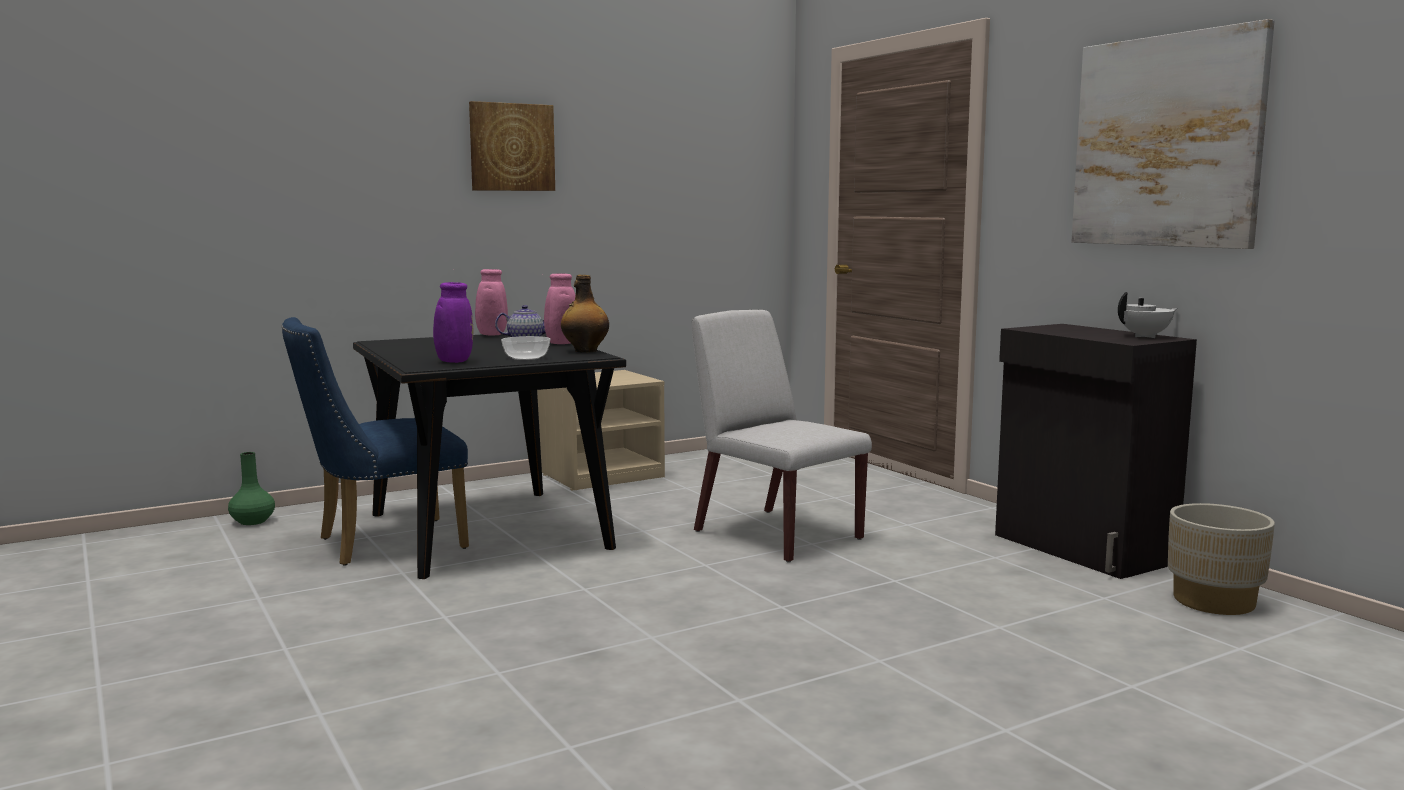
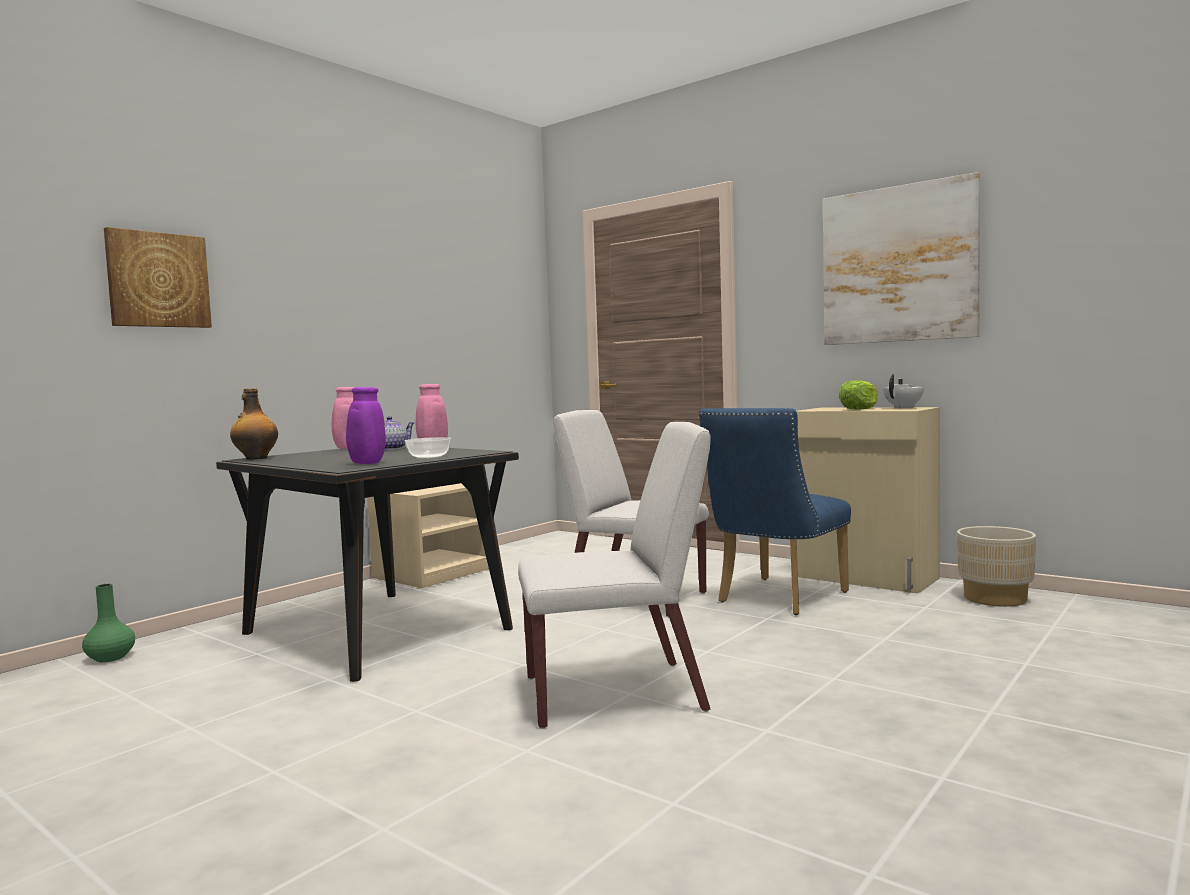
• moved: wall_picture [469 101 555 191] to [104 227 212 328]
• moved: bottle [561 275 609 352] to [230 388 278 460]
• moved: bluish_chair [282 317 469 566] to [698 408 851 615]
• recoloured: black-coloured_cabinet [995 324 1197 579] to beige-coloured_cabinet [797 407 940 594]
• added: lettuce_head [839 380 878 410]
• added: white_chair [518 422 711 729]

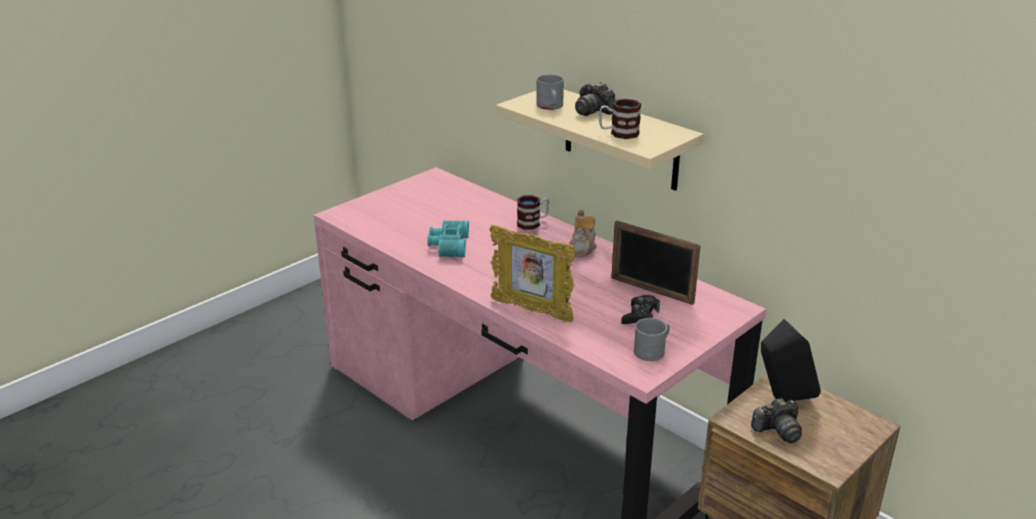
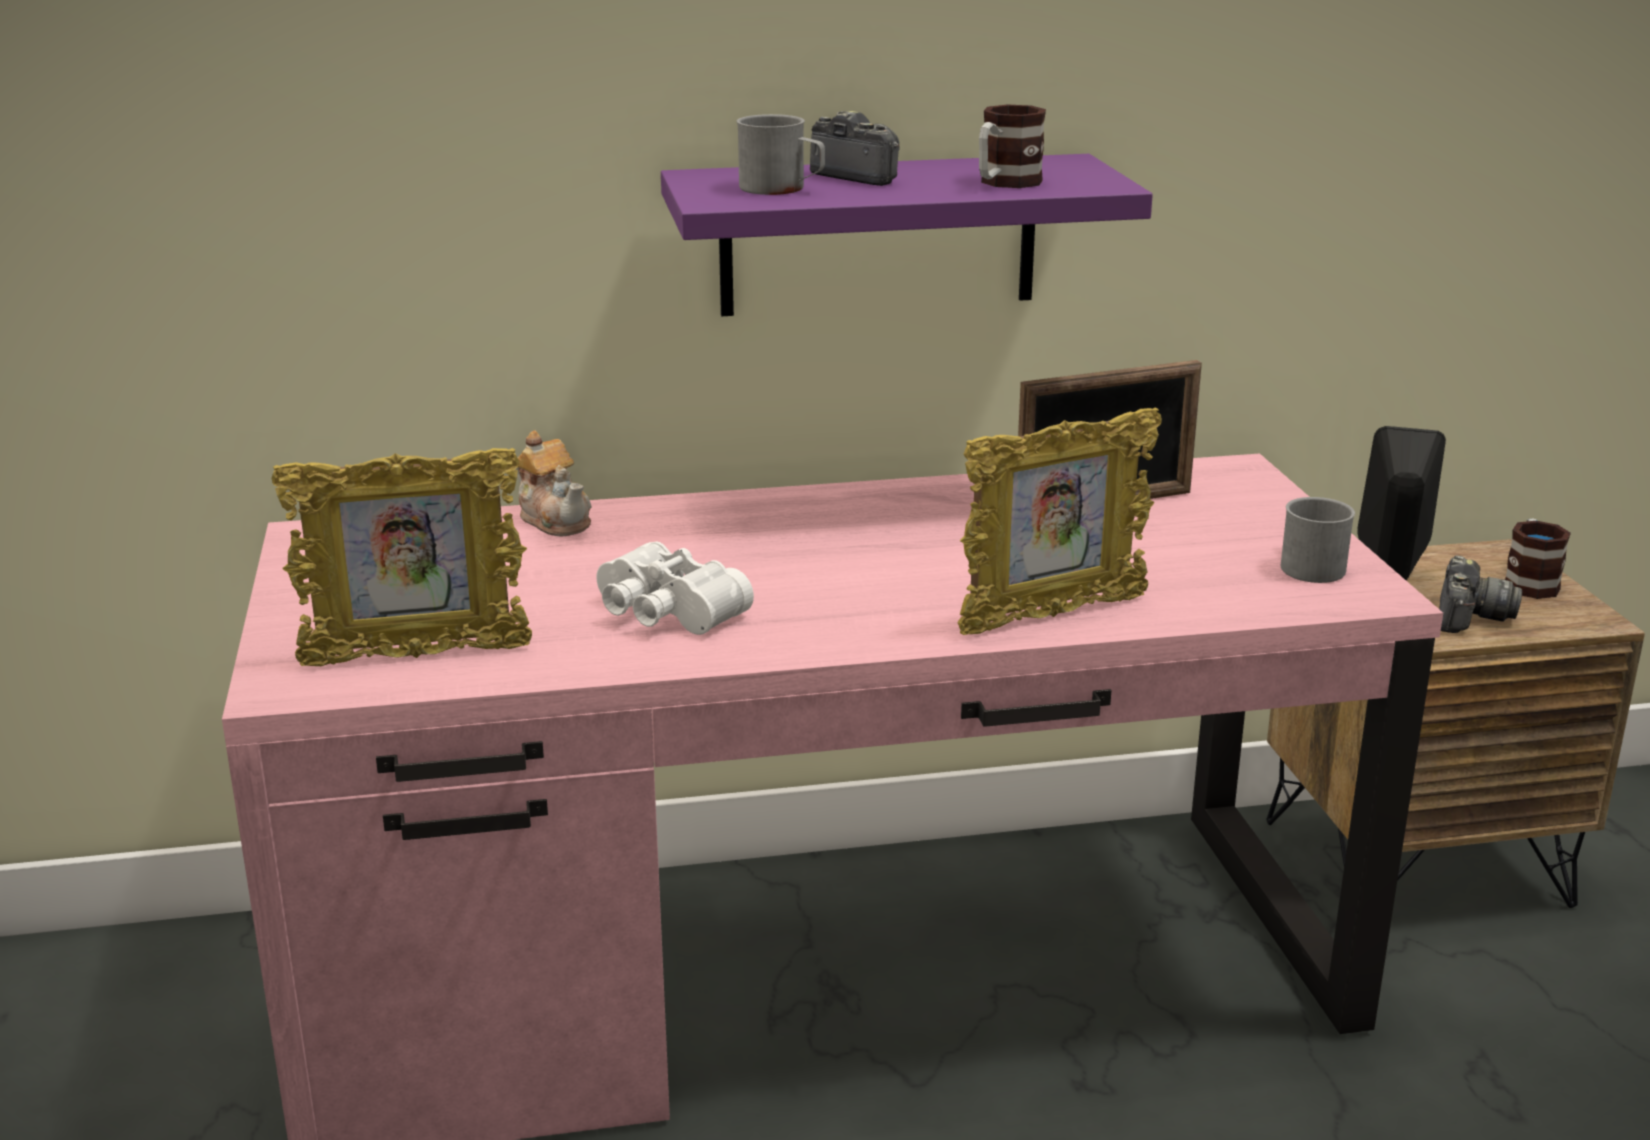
• turned: still_camera [575 82 615 116] = [810 111 900 186] 135 degrees counterclockwise
• recoloured: beige-coloured_bracket_shelf [496 90 704 191] to purple-coloured_bracket_shelf [661 154 1153 316]
• moved: tea_mug [517 195 550 230] to [1505 519 1571 599]
• moved: teapot [569 210 597 257] to [516 431 591 537]
• recoloured: turquoise_field_glasses [427 220 469 257] to white_field_glasses [597 541 754 635]
• removed: black-coloured_game_controller [621 295 660 324]
• added: picture_frame [272 448 532 666]

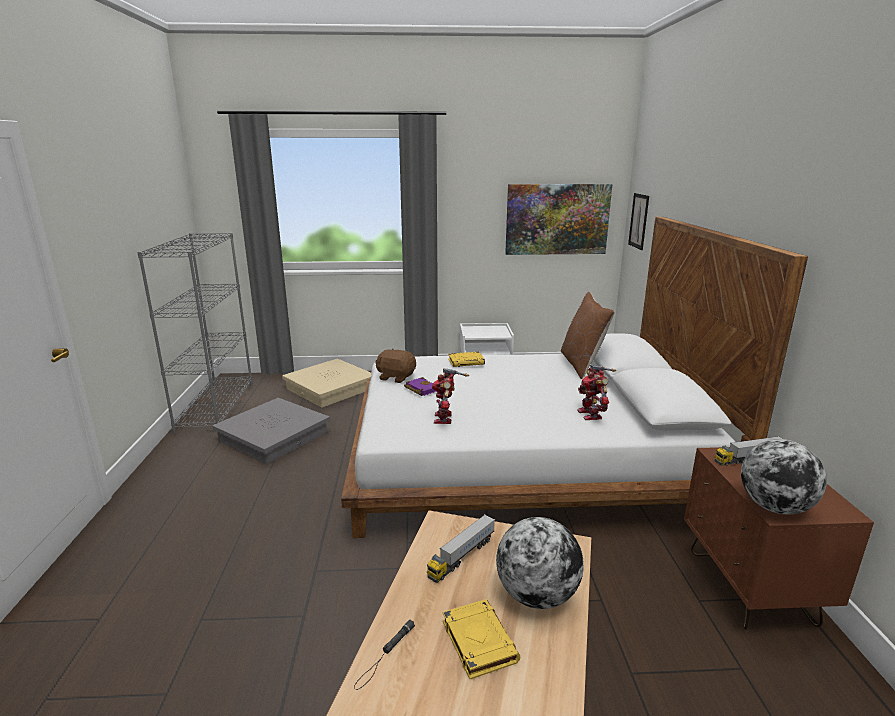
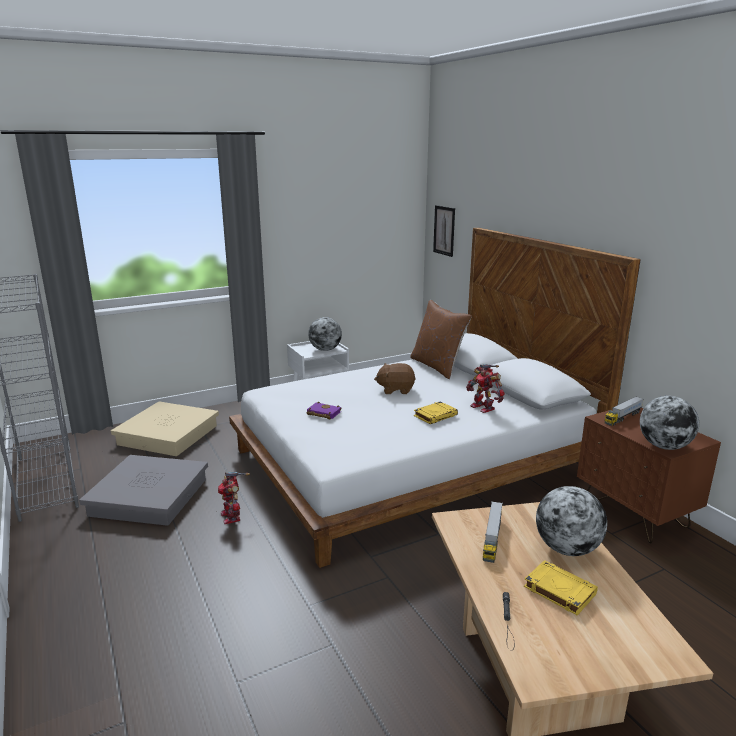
• removed: wall_picture [505 184 612 255]
• moved: brown-coloured_plush_toy [375 349 416 383] to [374 363 416 394]
• moved: yellow_book [448 352 485 367] to [414 401 458 424]
• moved: model_robot [432 368 469 424] to [218 472 250 524]
• added: desk_globe [308 317 342 351]

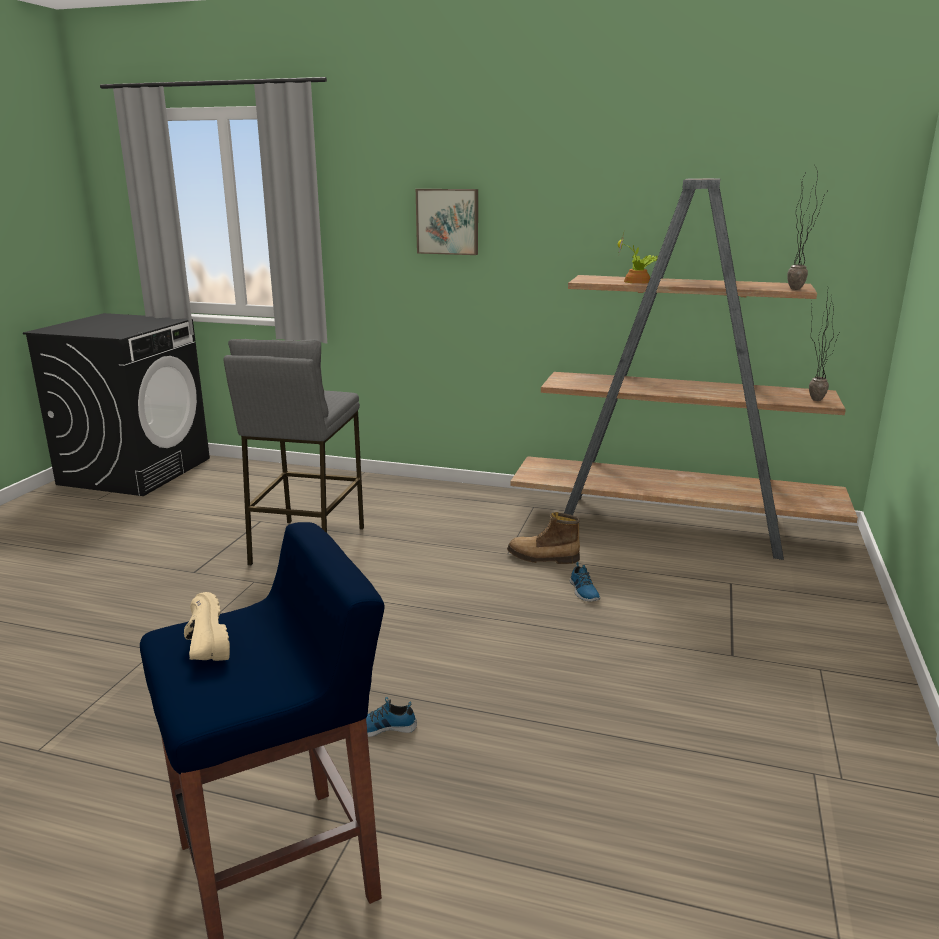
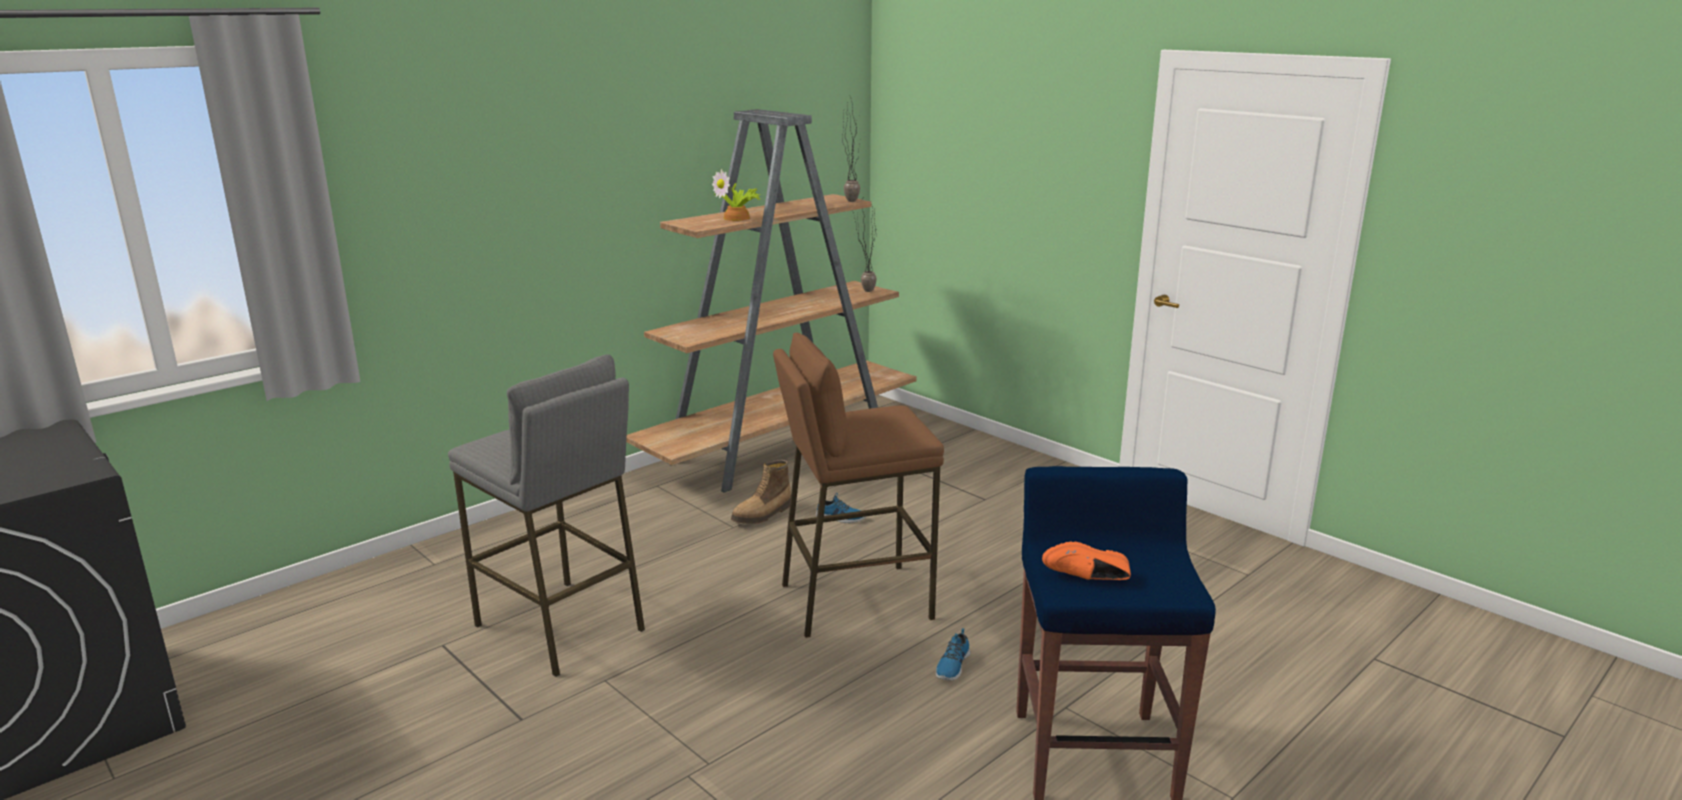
• removed: wall_picture [416 189 478 255]
• recoloured: beige-coloured_item_of_footwear [184 592 230 661] to orange-coloured_item_of_footwear [1042 542 1131 580]
• added: brown-coloured_stool [773 333 944 638]

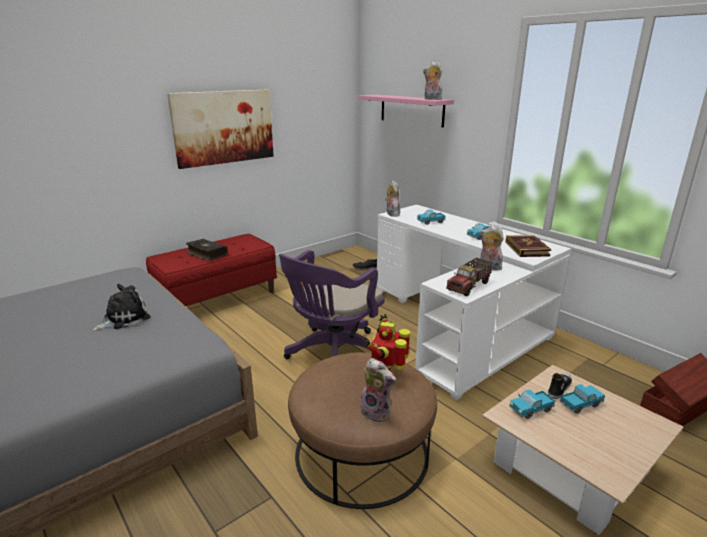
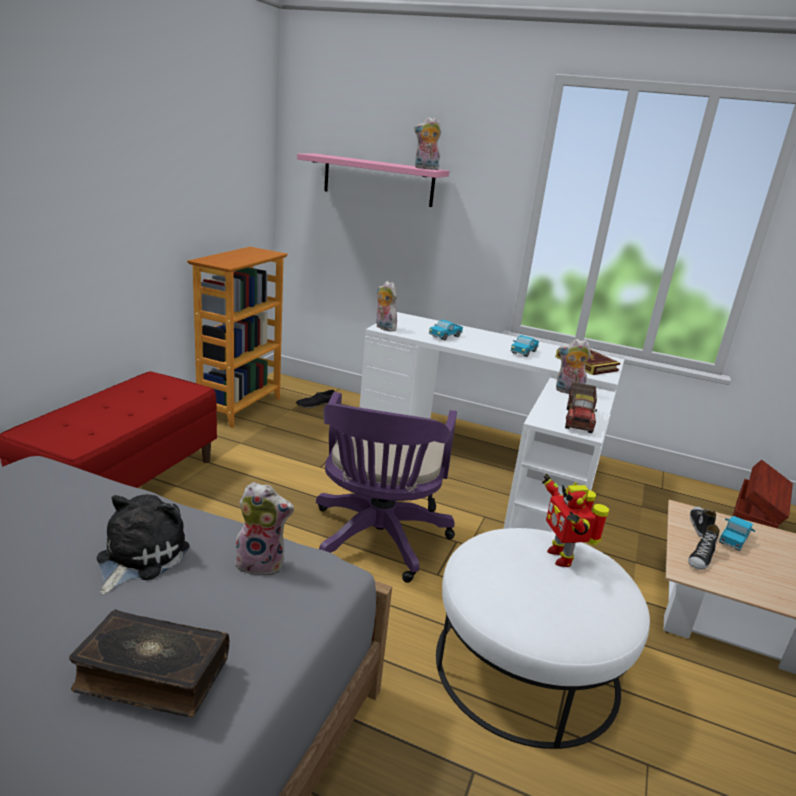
• removed: wall_picture [167 90 274 169]
• moved: book [186 239 228 261] to [69 609 229 717]
• recoloured: brown-coloured_pouffe [288 352 437 509] to white_pouffe [436 528 650 749]
• moved: plush_toy [360 358 396 423] to [235 482 294 575]
• replaced: model_truck [509 390 555 419] to item_of_footwear [688 524 720 570]
• added: bookshelf [187 247 288 428]

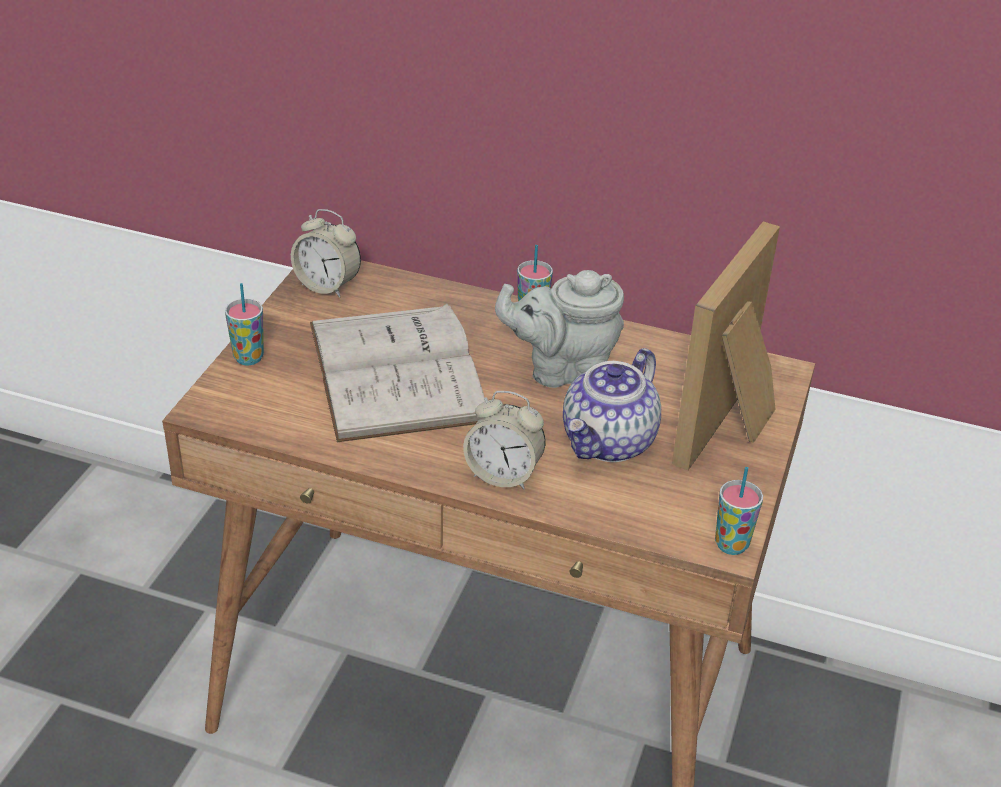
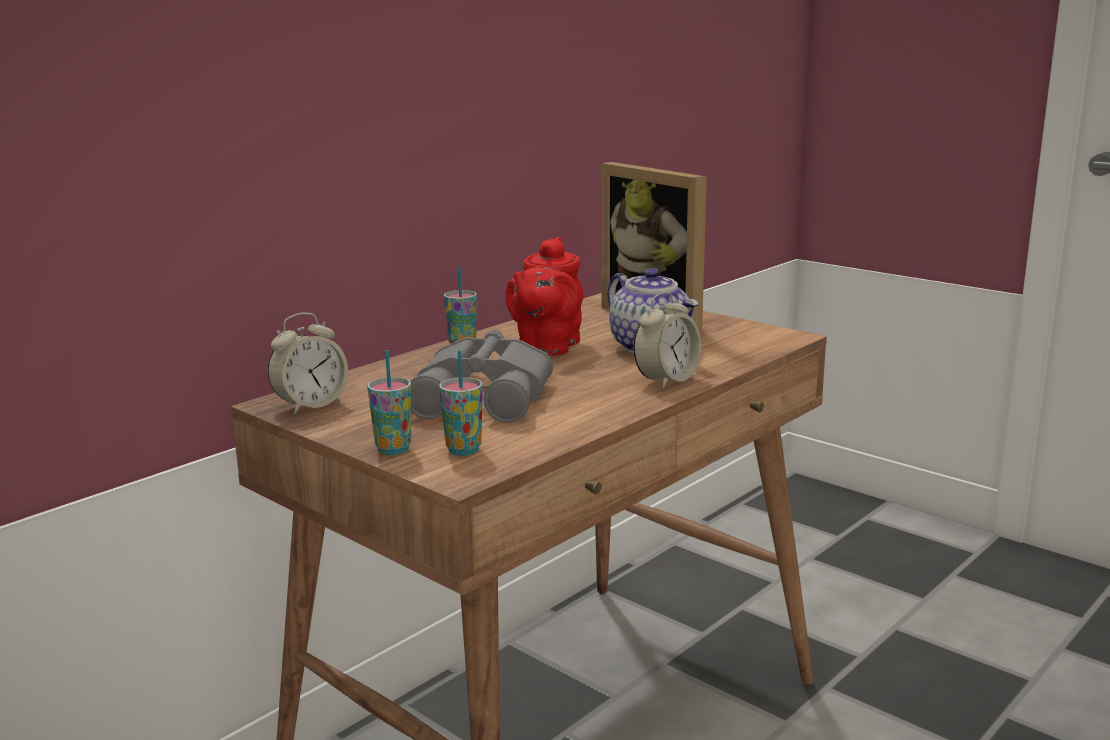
• recoloured: greyish_teapot [495 270 624 388] to red-coloured_teapot [505 237 583 356]
• replaced: white_book [310 304 485 442] to greyish_field_glasses [410 330 553 423]
• moved: cup [715 467 763 555] to [439 350 483 456]

